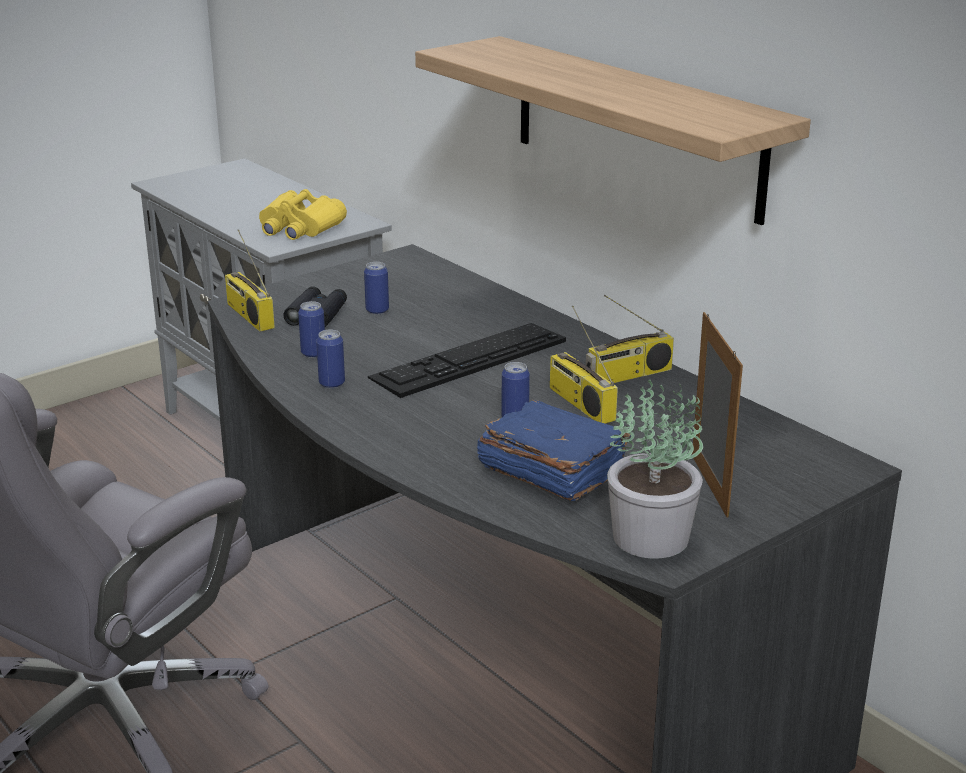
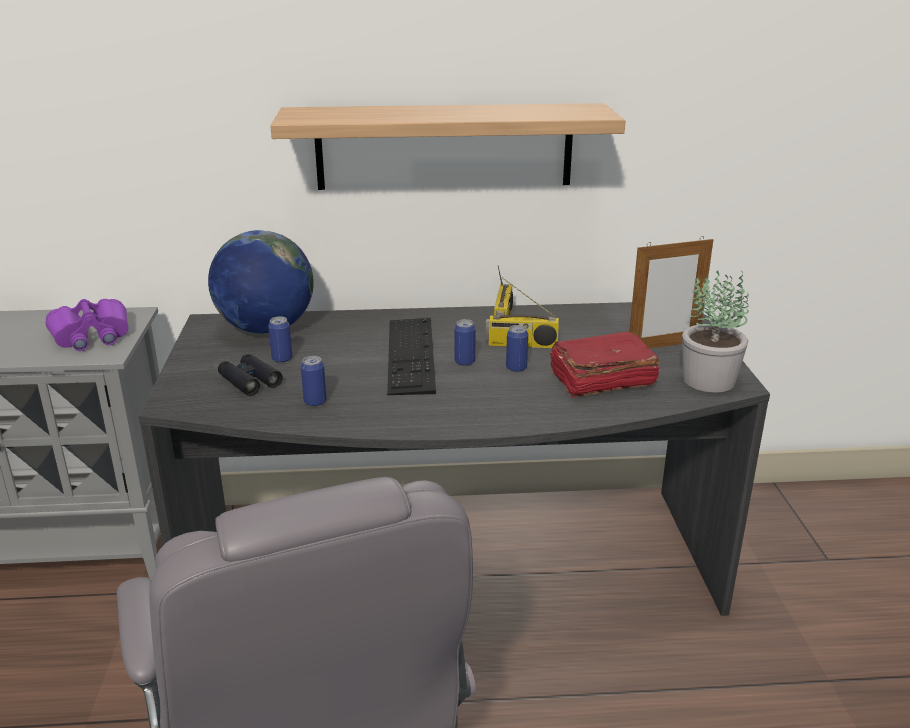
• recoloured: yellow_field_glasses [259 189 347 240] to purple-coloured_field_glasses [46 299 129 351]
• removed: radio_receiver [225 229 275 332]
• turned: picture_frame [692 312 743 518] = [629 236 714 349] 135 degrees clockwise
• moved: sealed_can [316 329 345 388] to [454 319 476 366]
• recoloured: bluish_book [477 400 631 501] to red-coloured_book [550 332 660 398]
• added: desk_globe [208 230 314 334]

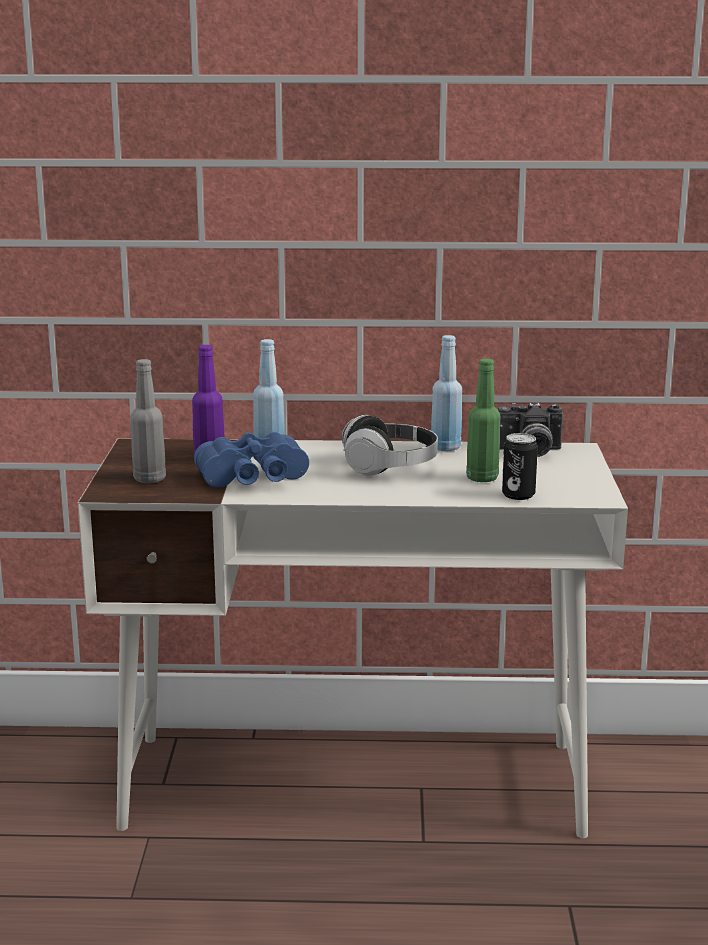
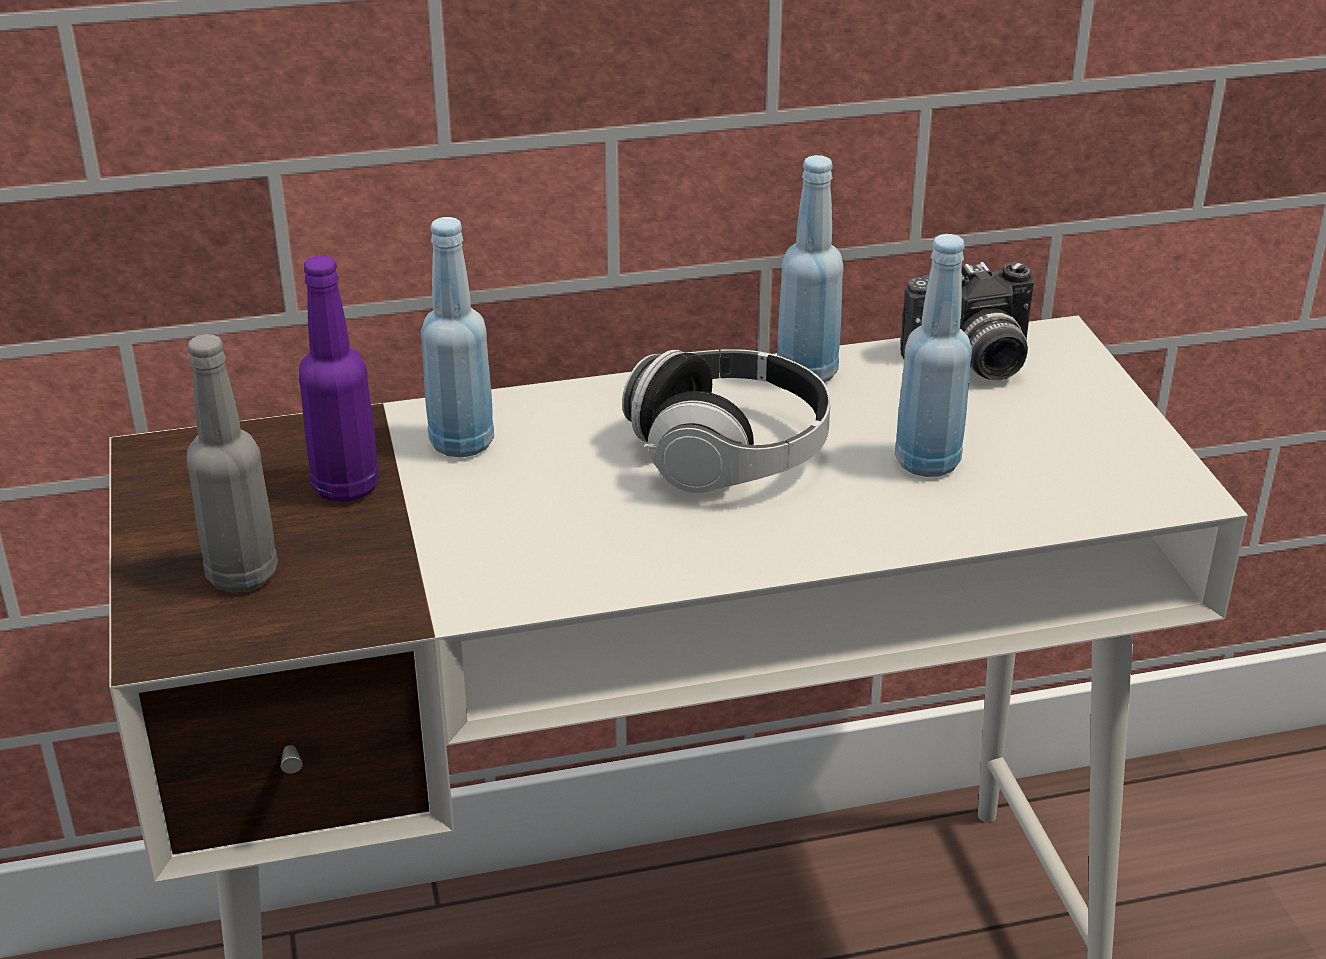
• recoloured: green_bottle [466 359 501 482] to bluish_bottle [895 234 972 477]
• removed: bluish_field_glasses [194 432 309 487]
• removed: sealed_can [502 433 538 500]

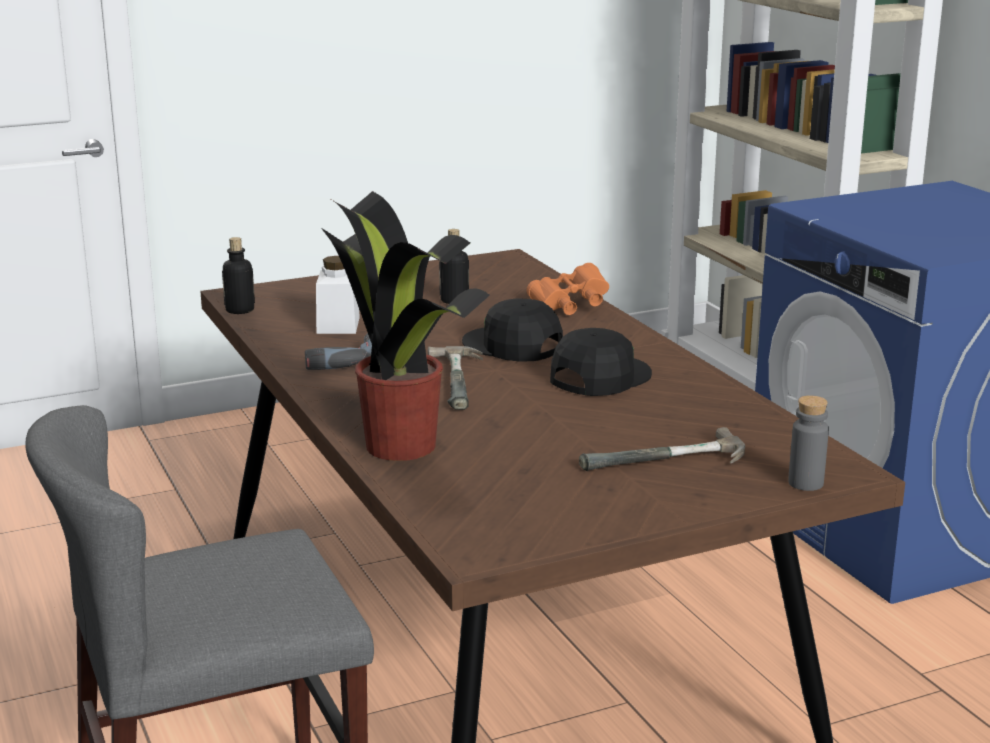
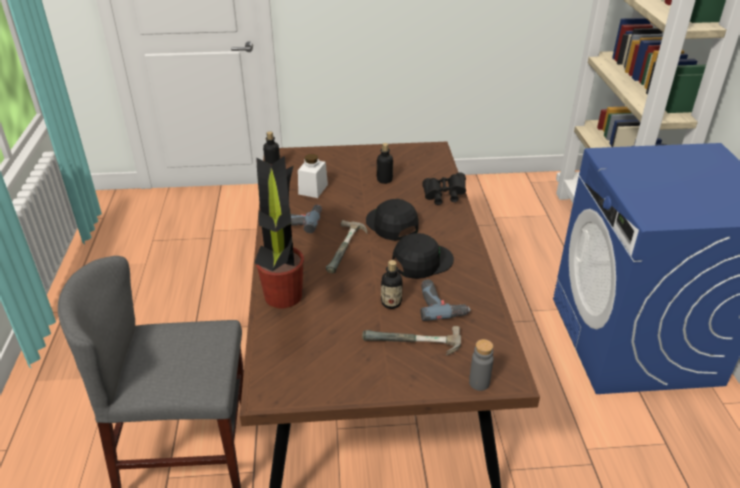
• recoloured: orange-coloured_field_glasses [527 263 609 315] to black-coloured_field_glasses [423 172 466 205]
• added: bottle [381 260 403 309]
• added: drill [421 279 471 321]

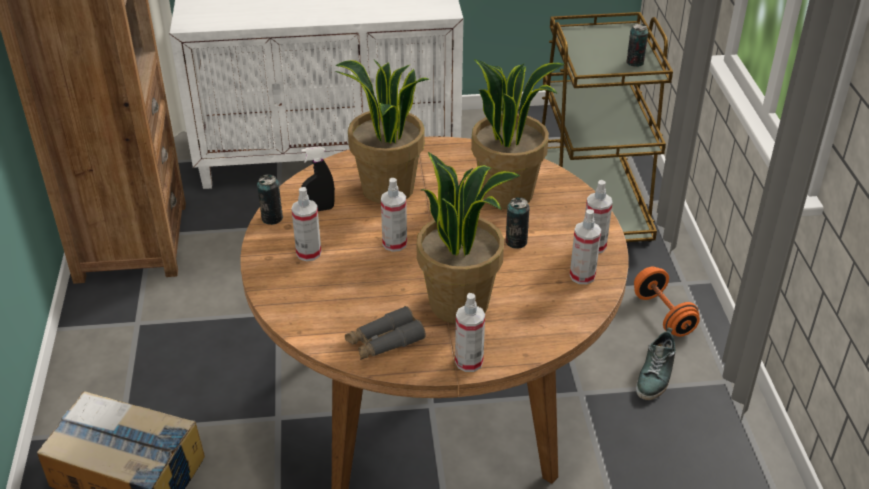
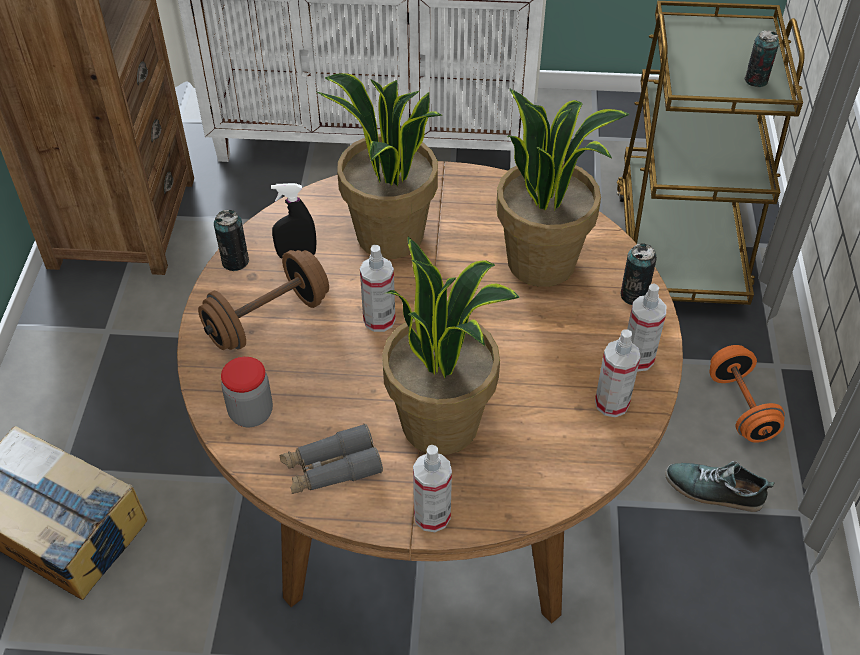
• replaced: hand_sprayer [291 187 321 261] to brown-coloured_dumbbell [198 250 329 350]
• moved: sealed_can [506 197 530 249] to [620 243 657 305]
• turned: item_of_footwear [636 327 676 400] = [665 461 775 512] 75 degrees clockwise
• added: preserve_jar [221 357 273 427]

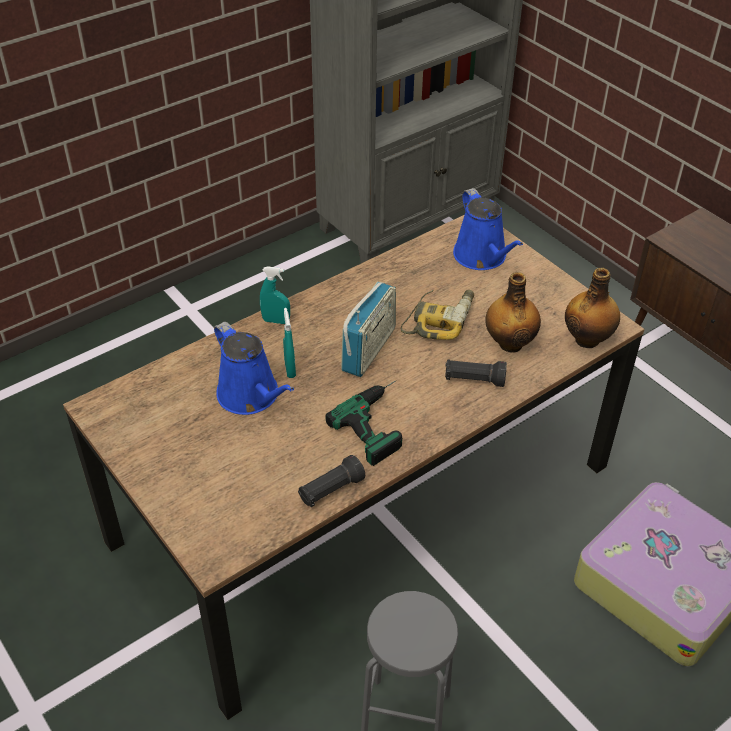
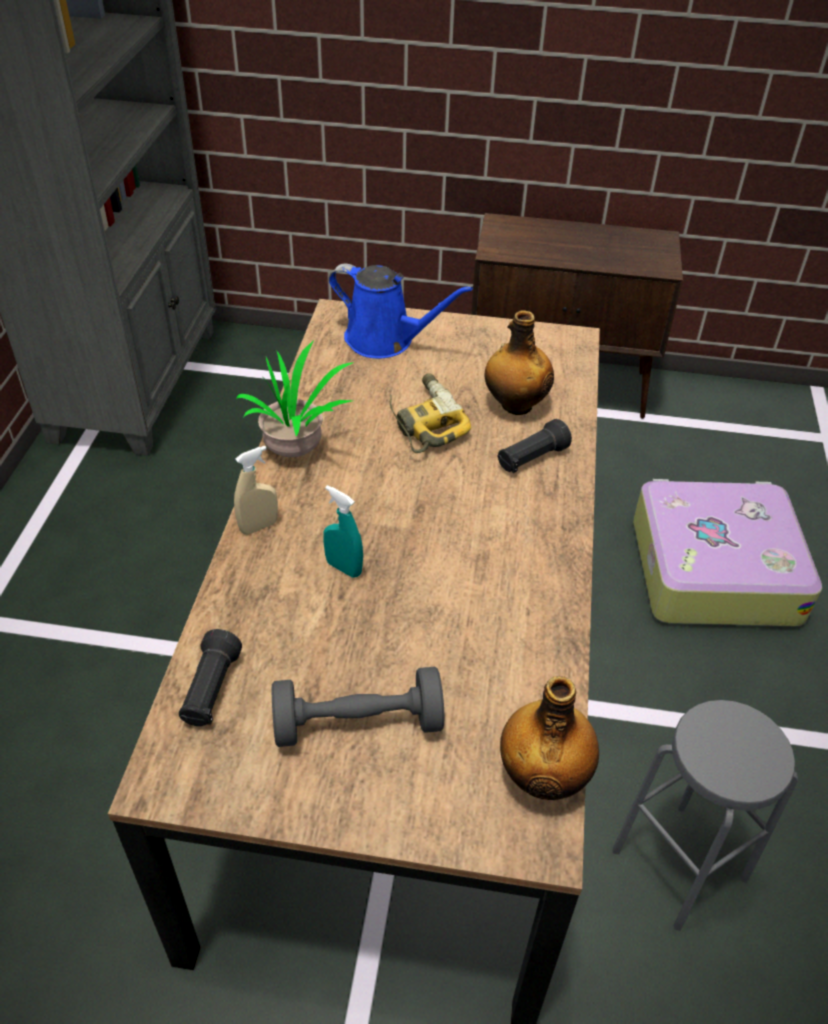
• recoloured: turquoise_hand_sprayer [260 266 290 324] to beige-coloured_hand_sprayer [234 446 278 535]
• moved: bottle [565 268 620 348] to [500 676 599 800]
• removed: radio_receiver [341 282 396 377]
• removed: bluish_sprinkling_can [214 322 294 415]
• removed: drill [326 381 402 466]
• moved: black-coloured_hand_torch [298 455 365 507] to [179 629 242 726]
• added: potted_plant [236 339 353 457]
• added: greyish_dumbbell [272 667 444 747]

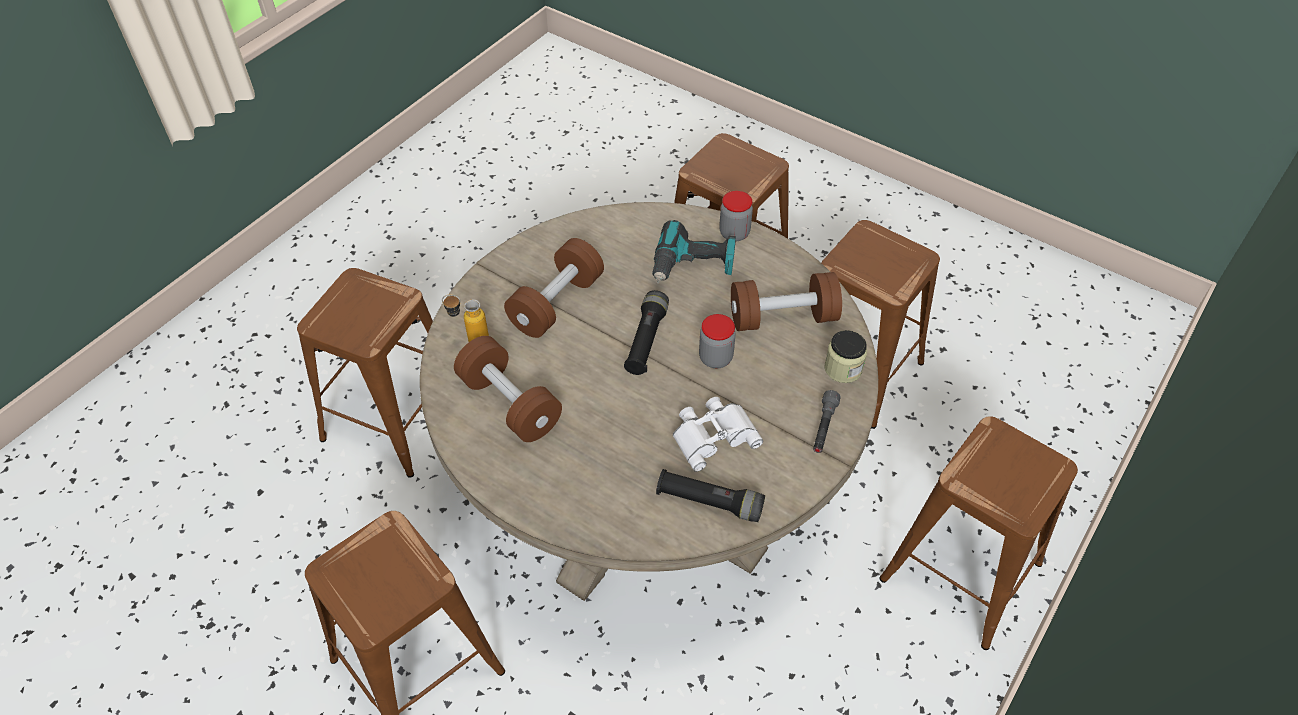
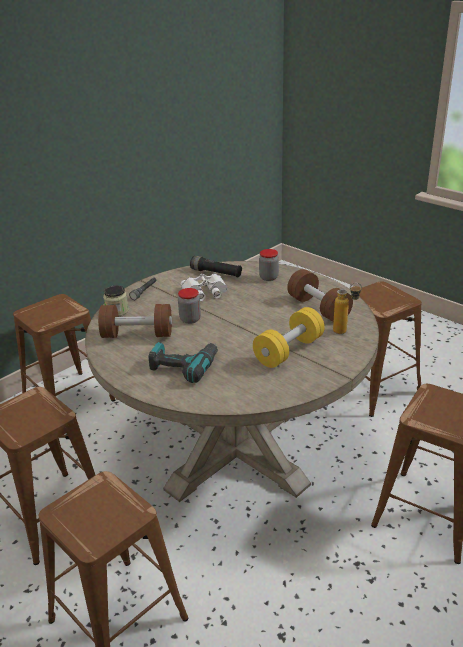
• moved: preserve_jar [719 191 753 242] to [259 249 279 281]
• recoloured: brown-coloured_dumbbell [504 238 604 338] to yellow_dumbbell [253 307 325 368]
• removed: black-coloured_hand_torch [624 290 669 375]

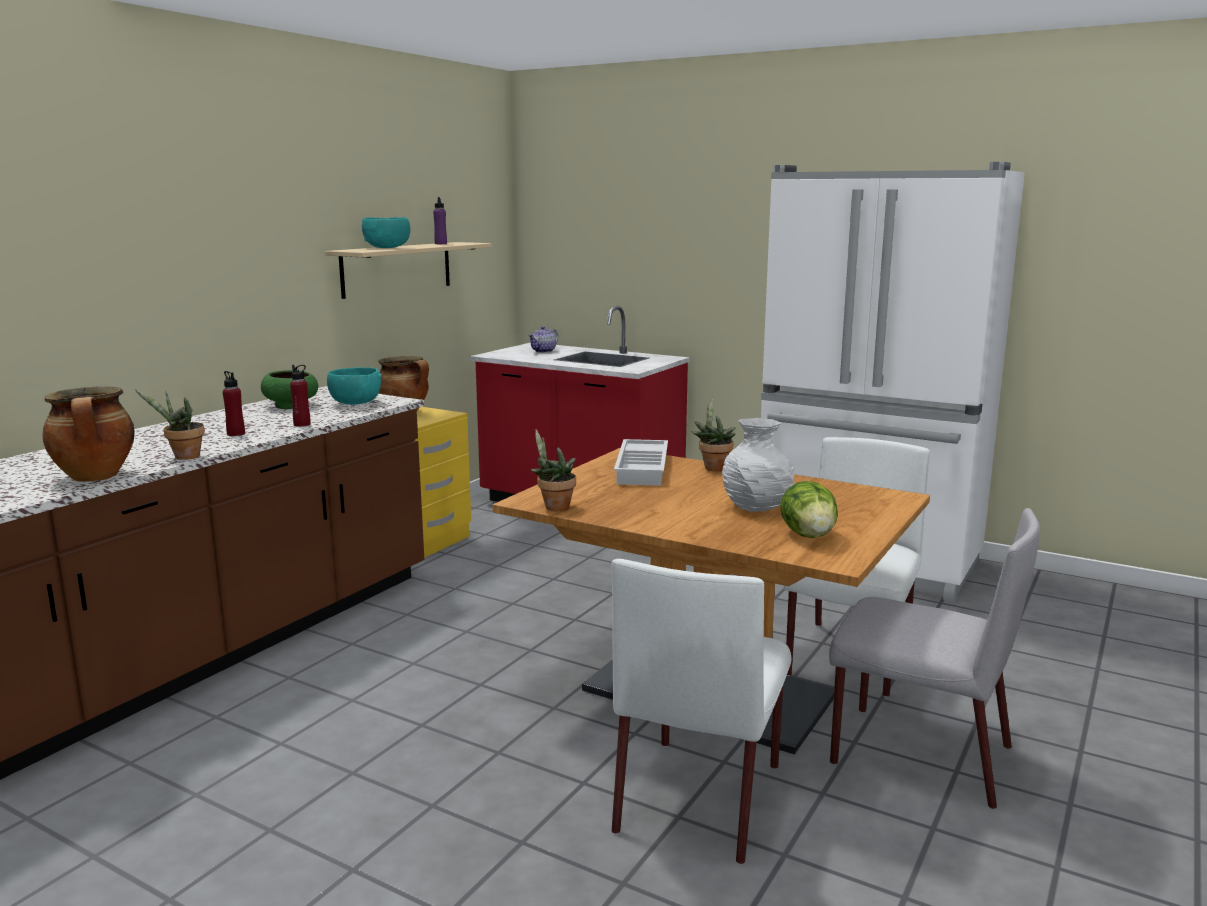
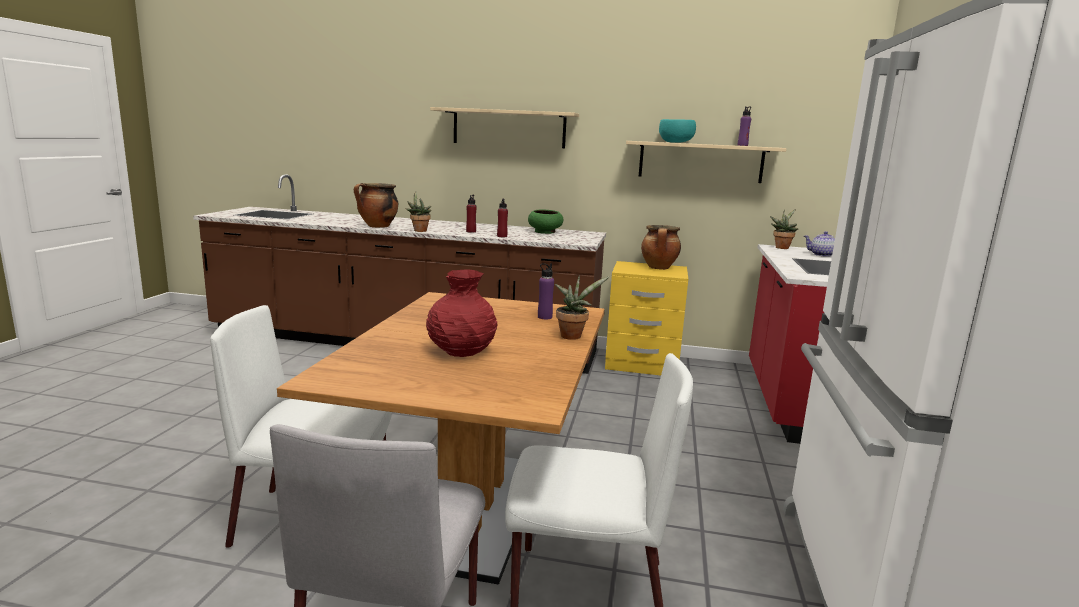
• removed: turquoise_deep_dish [327 367 382 405]
• recoloured: white_vase [722 418 794 512] to red-coloured_vase [426 269 497 357]
• moved: potted_plant [530 429 576 511] to [770 209 798 249]
• replaced: white_tray [614 439 668 486] to purple-coloured_bottle [538 263 554 319]
• removed: lettuce_head [780 481 838 538]
• added: beige-coloured_bracket_shelf [430 107 579 148]

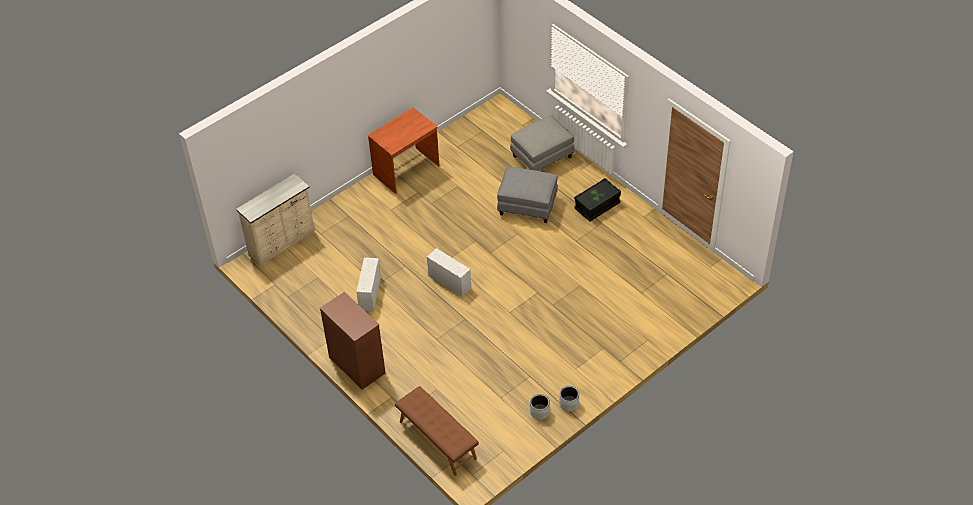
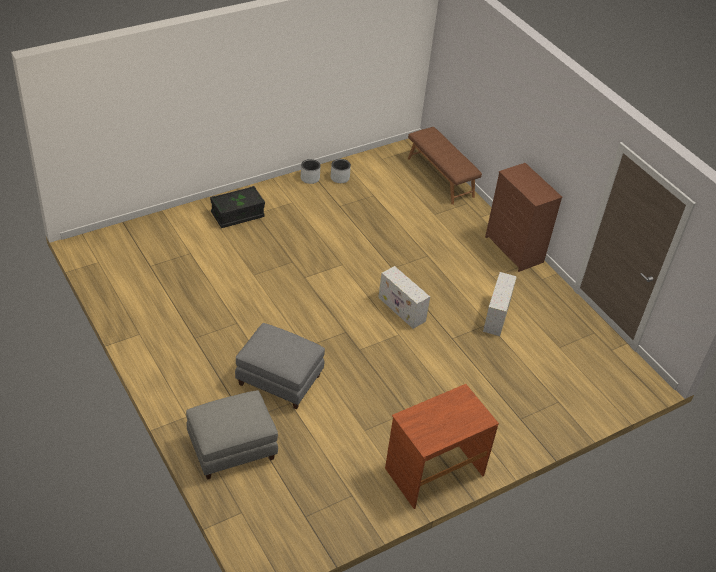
• removed: beige-coloured_chest_of_drawers [236 174 315 265]
• moved: black-coloured_storage_box [574 178 621 221] to [210 186 265 228]

